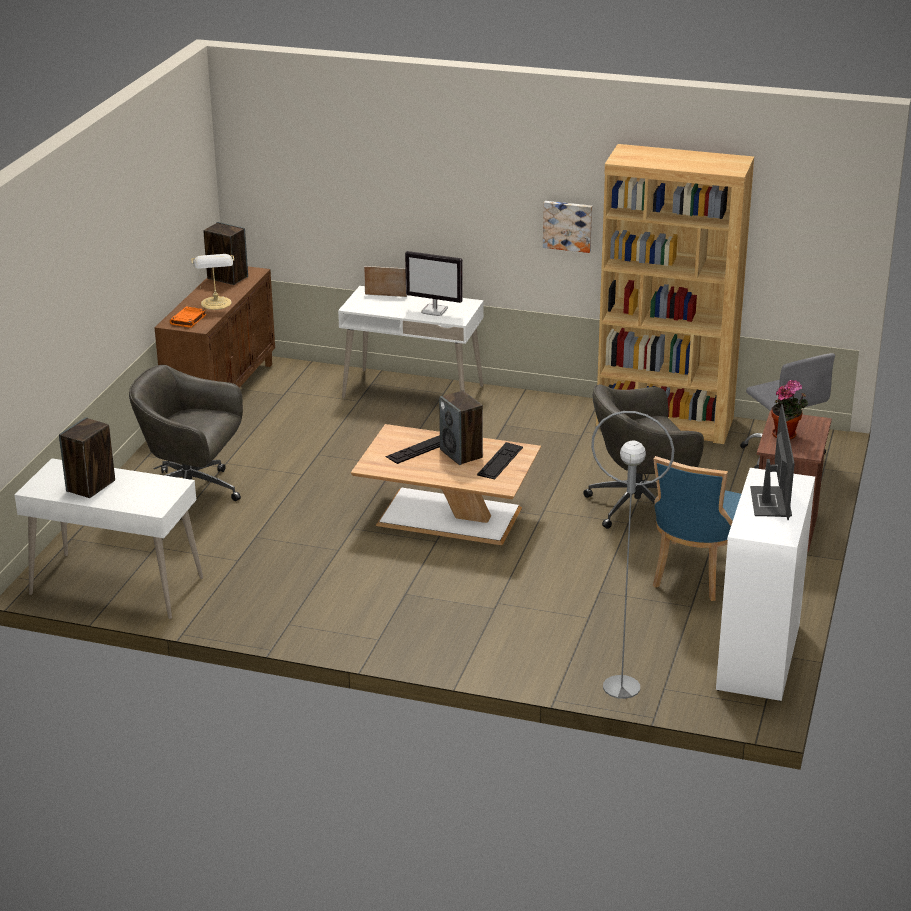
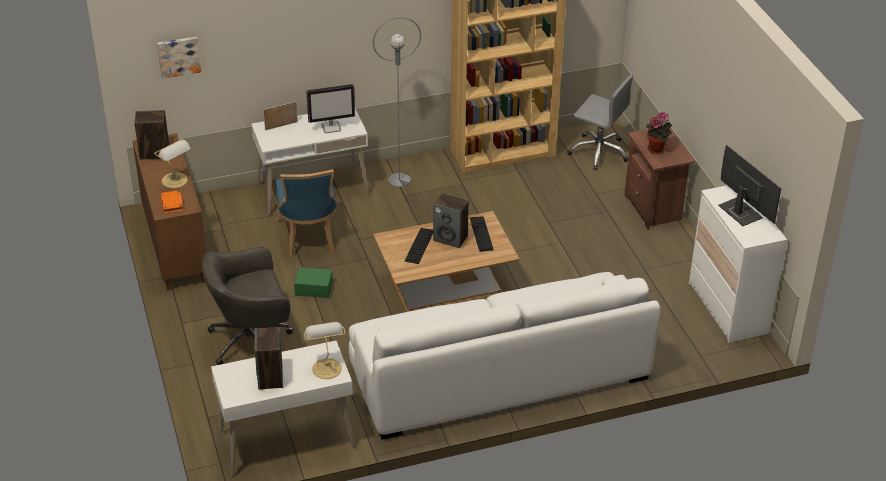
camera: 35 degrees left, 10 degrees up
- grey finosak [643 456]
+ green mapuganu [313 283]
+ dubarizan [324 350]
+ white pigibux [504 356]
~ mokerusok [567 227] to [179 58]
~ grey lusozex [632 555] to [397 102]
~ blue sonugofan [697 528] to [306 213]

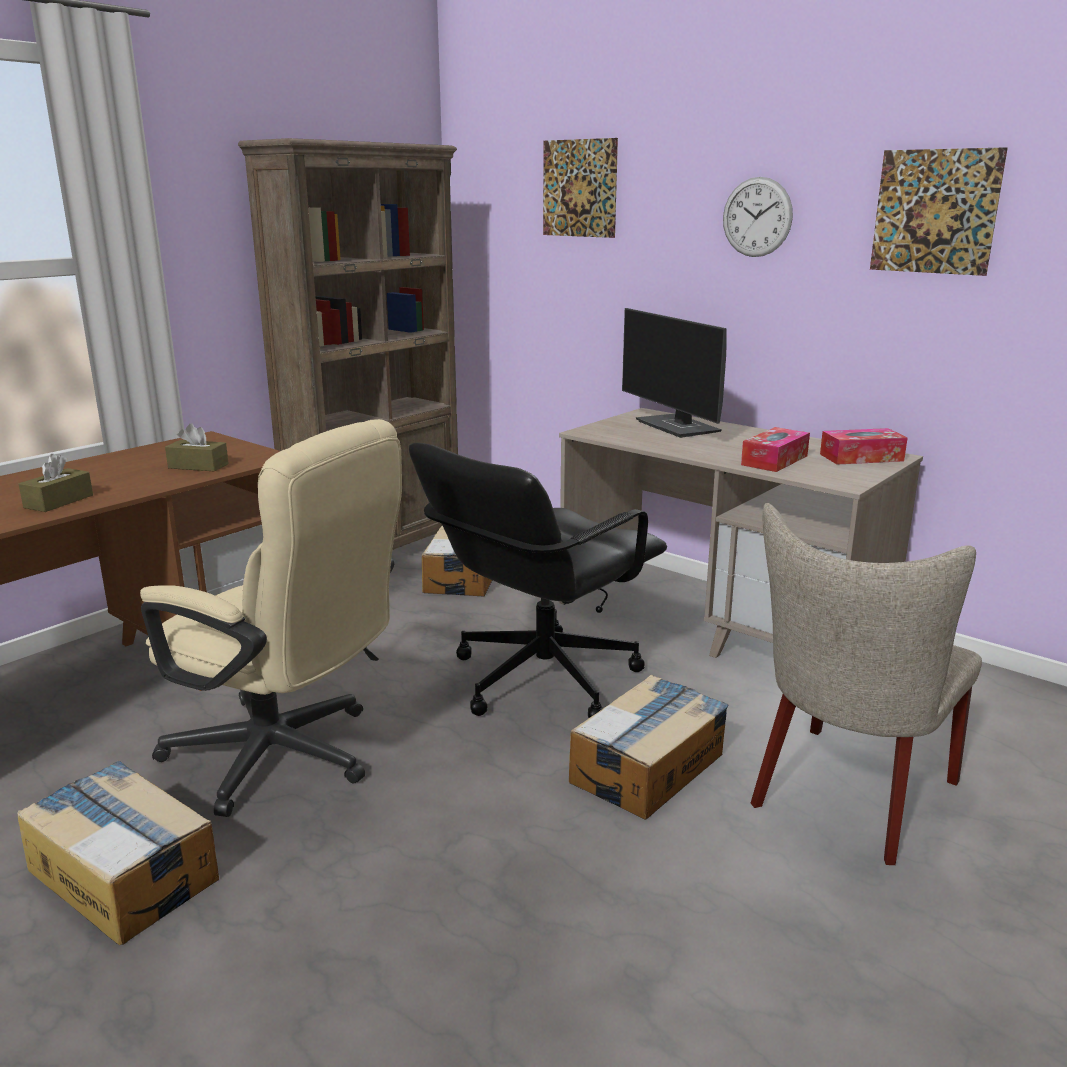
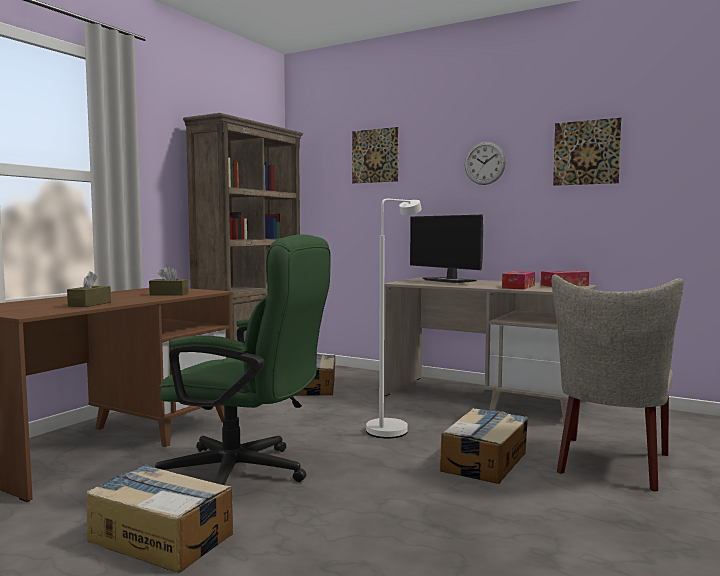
camera: 10 degrees left, 15 degrees down
~ black finosak [538 580] to white lusozex [394 318]
~ beige finosak [271 618] to green finosak [243 359]

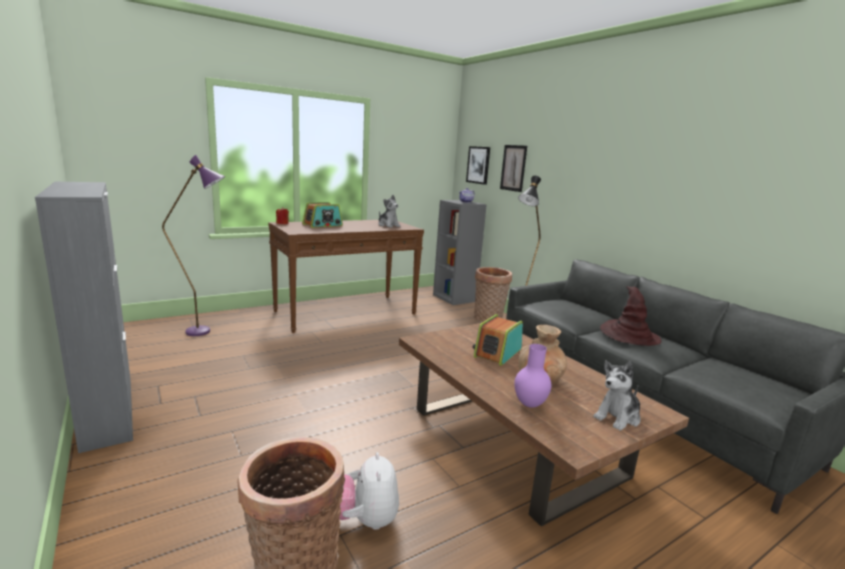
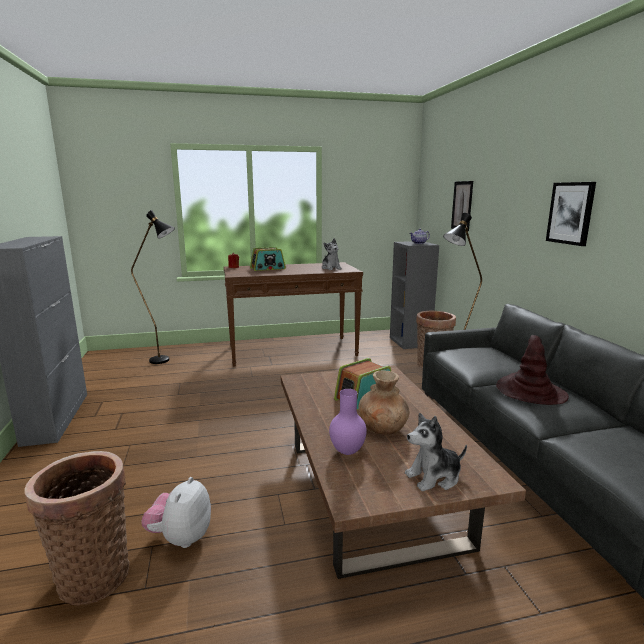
camera: 20 degrees right, 0 degrees up
~ mokerusok [478 165] to [571 214]
~ purple lusozex [193 245] to black lusozex [153 287]

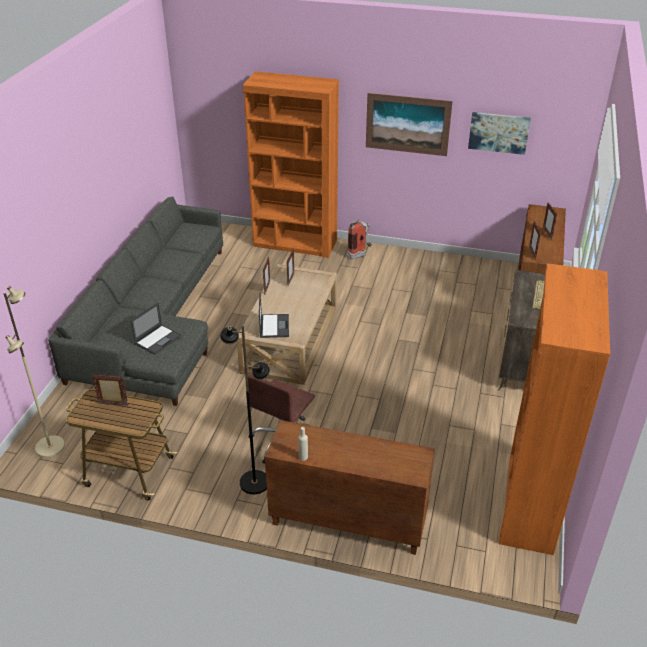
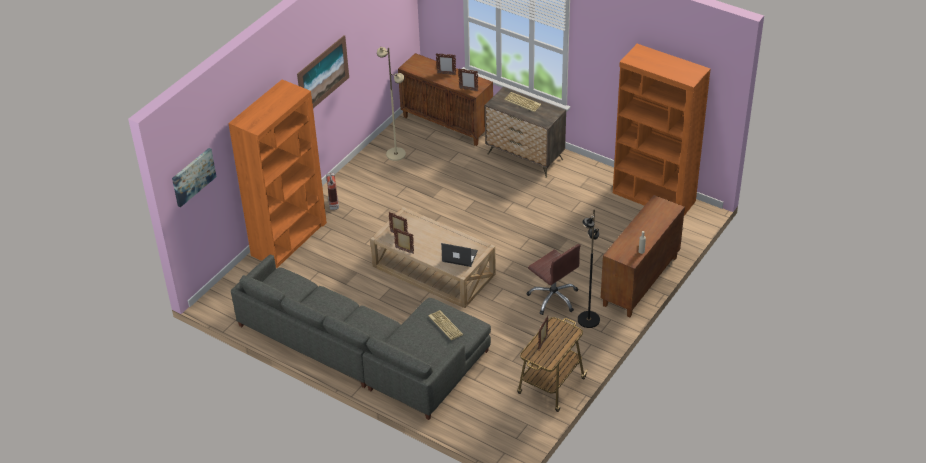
camera: 70 degrees left, 5 degrees up
~ beige lusozex [34 372] to [391 104]
~ mokerusok [499 133] to [194 177]
~ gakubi [156 329] to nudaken [446 325]

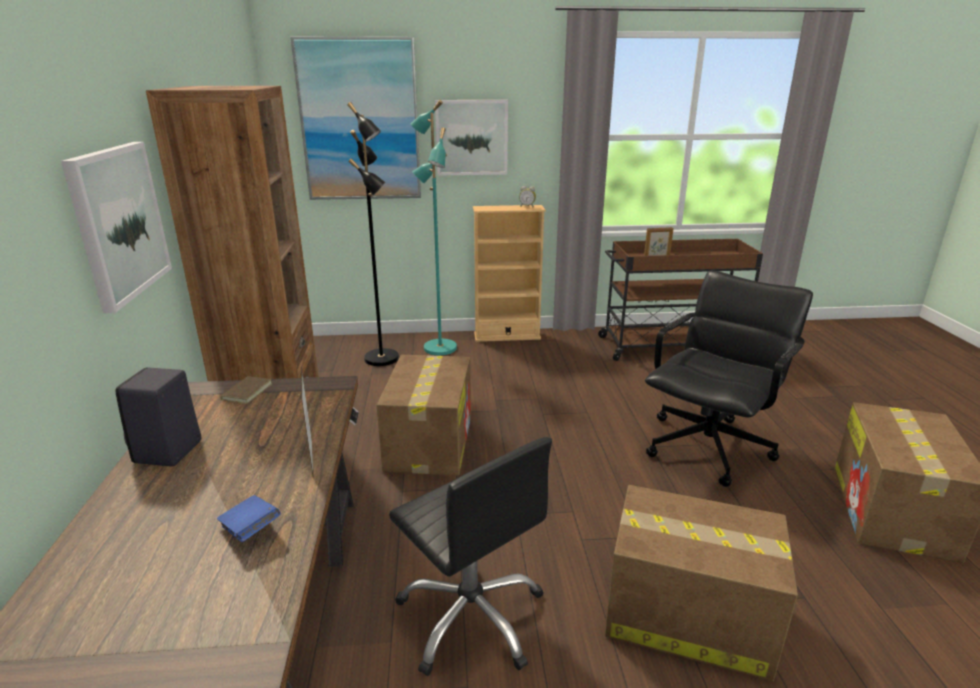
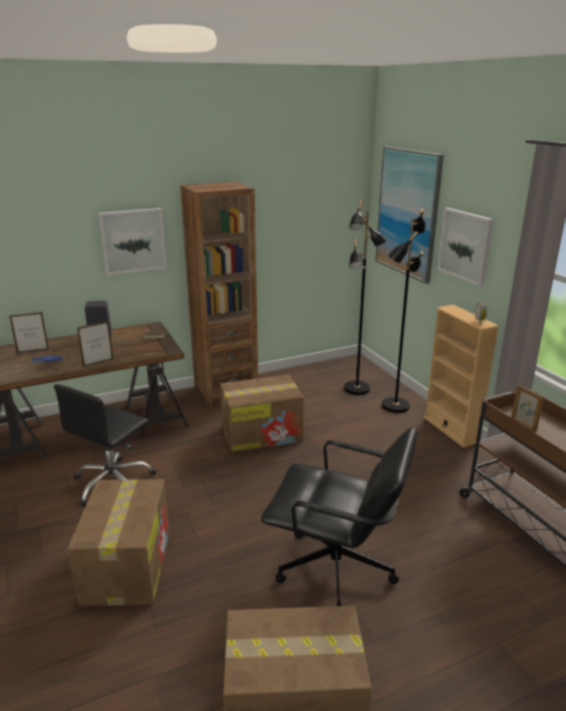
camera: 70 degrees right, 0 degrees up
+ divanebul [29 332]
~ turquoise lusozex [434 227] to black lusozex [404 311]

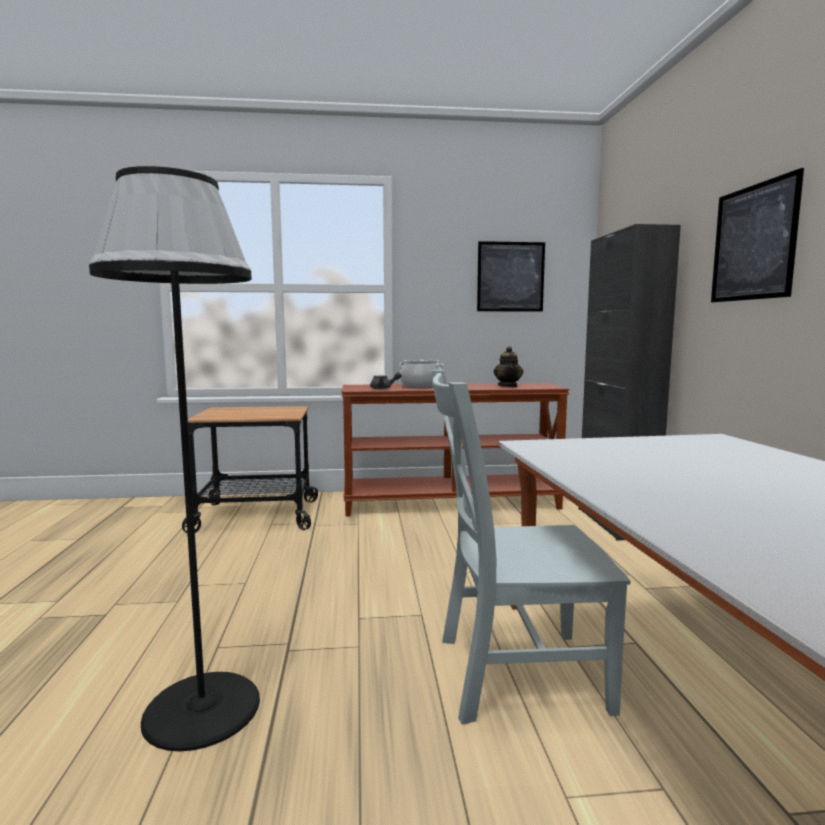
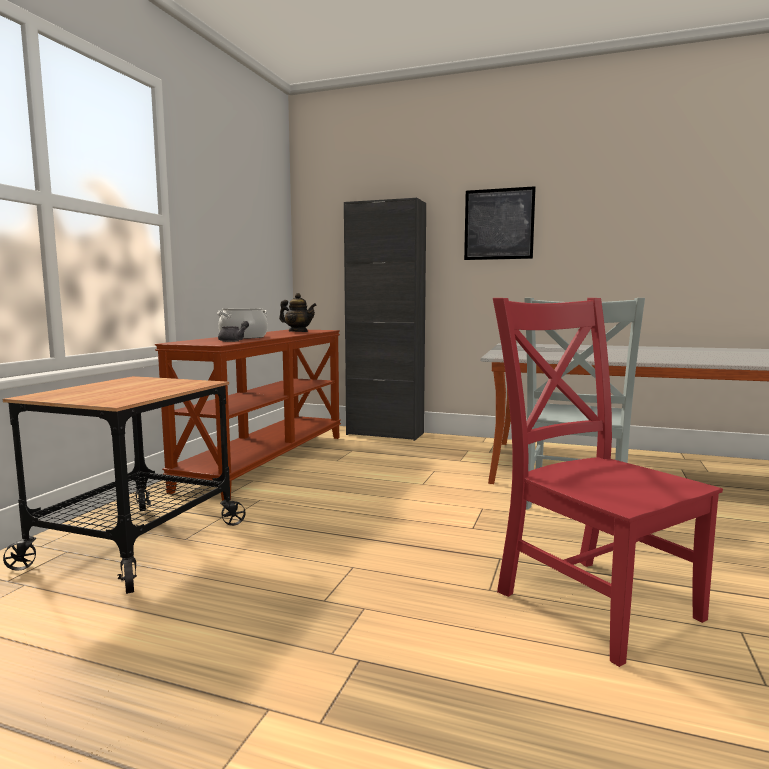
camera: 65 degrees left, 0 degrees up
- mokerusok [511 276]
~ black lusozex [174 458] to red sonugofan [608 482]

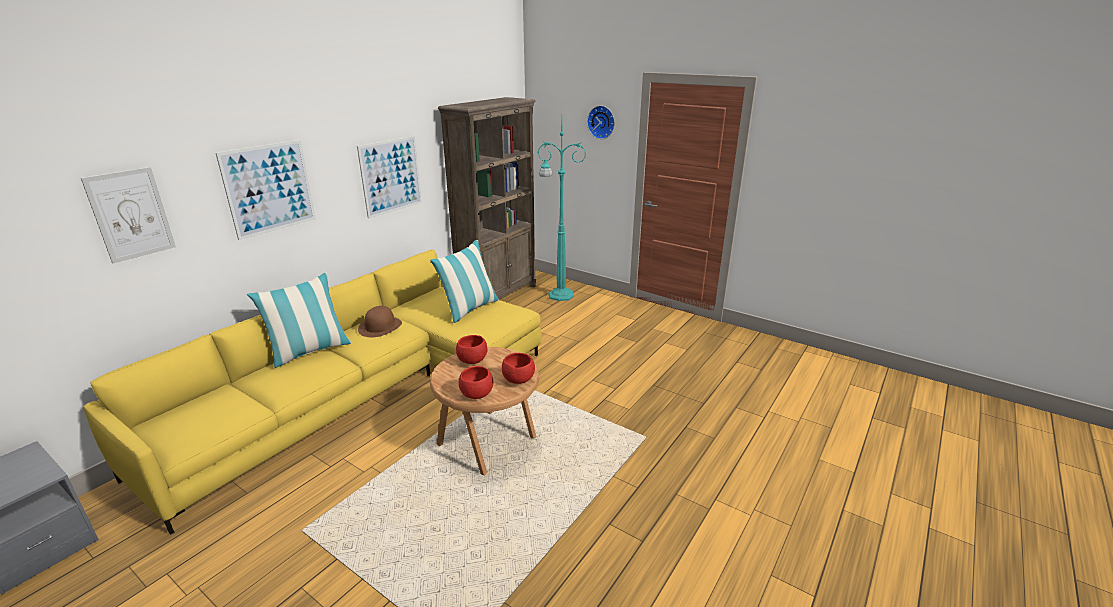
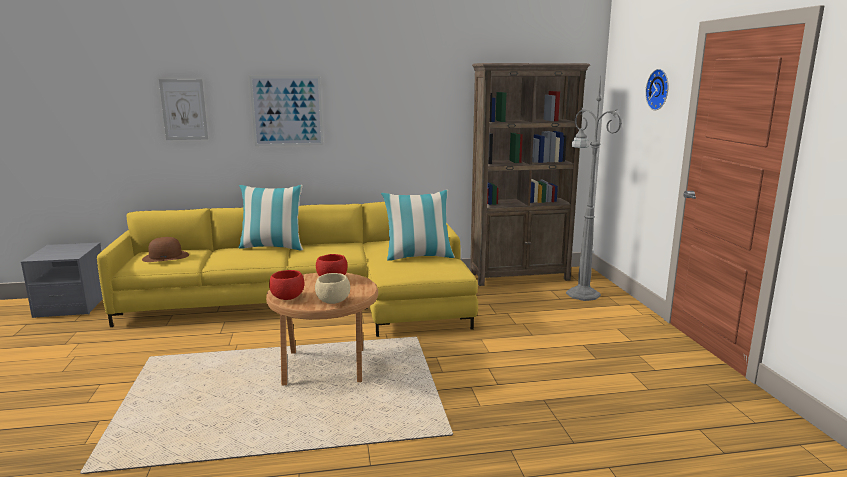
camera: 45 degrees right, 10 degrees down
- mokerusok [389 177]
~ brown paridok [380 321] to [165 249]
~ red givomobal [518 368] to beige givomobal [332 288]
~ turquoise lusozex [562 211] to grey lusozex [594 189]

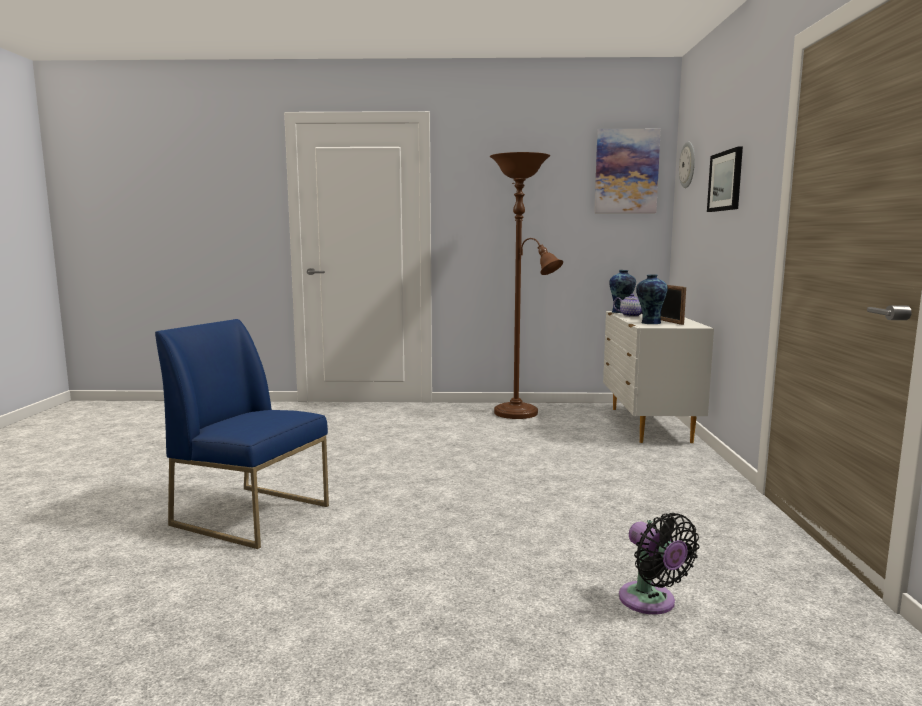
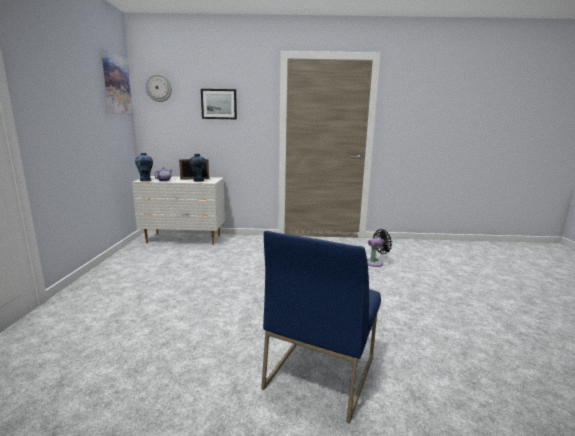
camera: 90 degrees left, 5 degrees up
- brown lusozex [526 285]

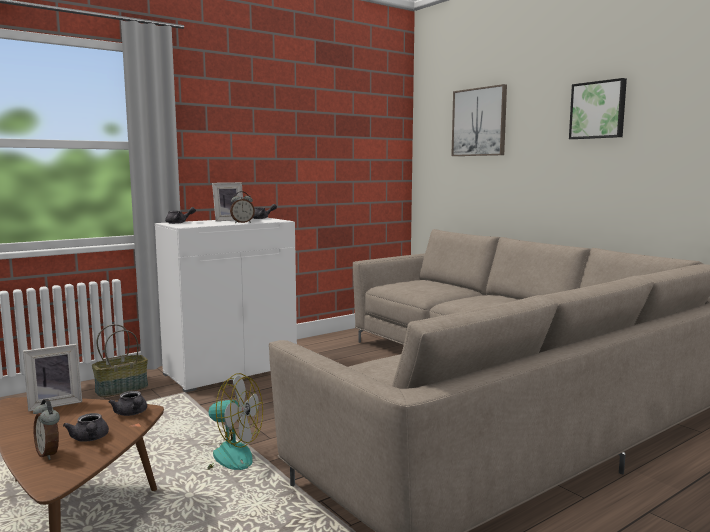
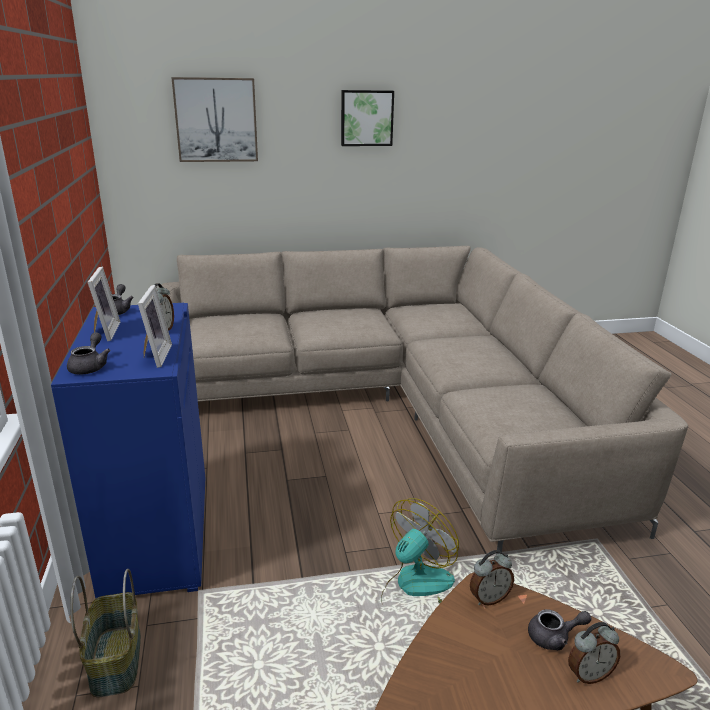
camera: 65 degrees left, 15 degrees up
~ divanebul [52 378] to [155 326]
~ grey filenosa [128 403] to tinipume [492 578]
~ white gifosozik [226 305] to blue gifosozik [128 451]

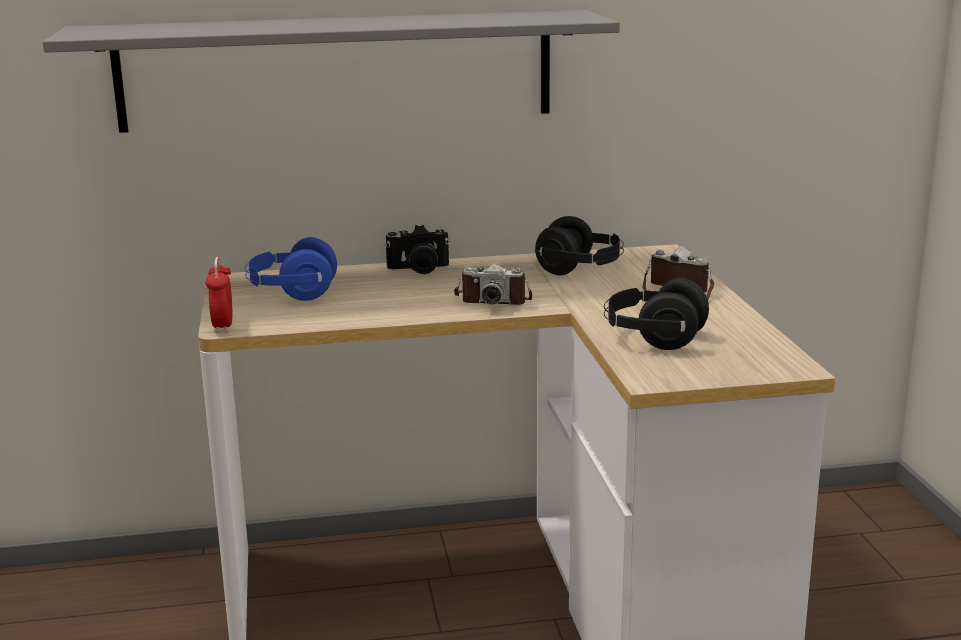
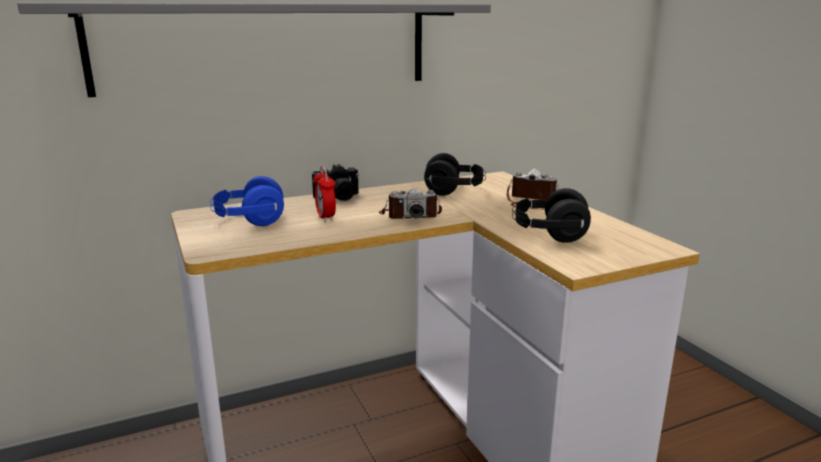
camera: 15 degrees left, 0 degrees up
~ tinipume [219 295] to [325 194]

